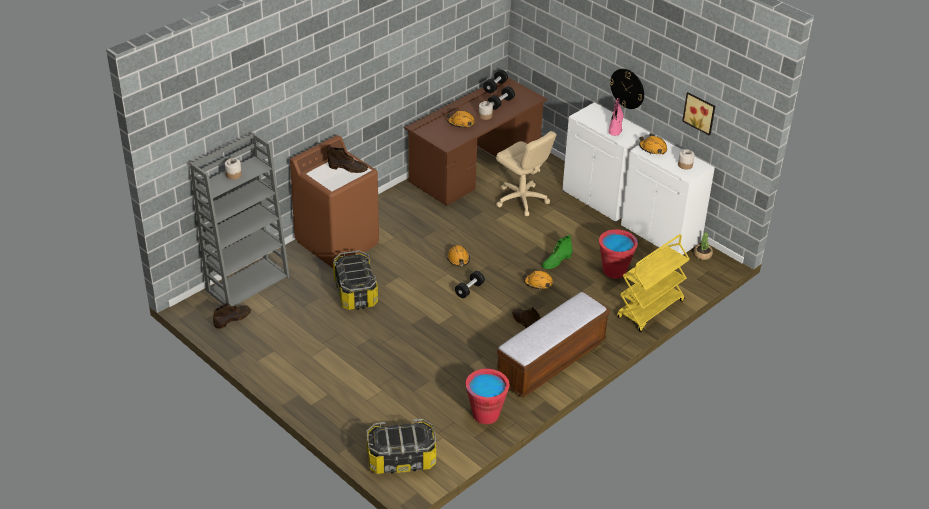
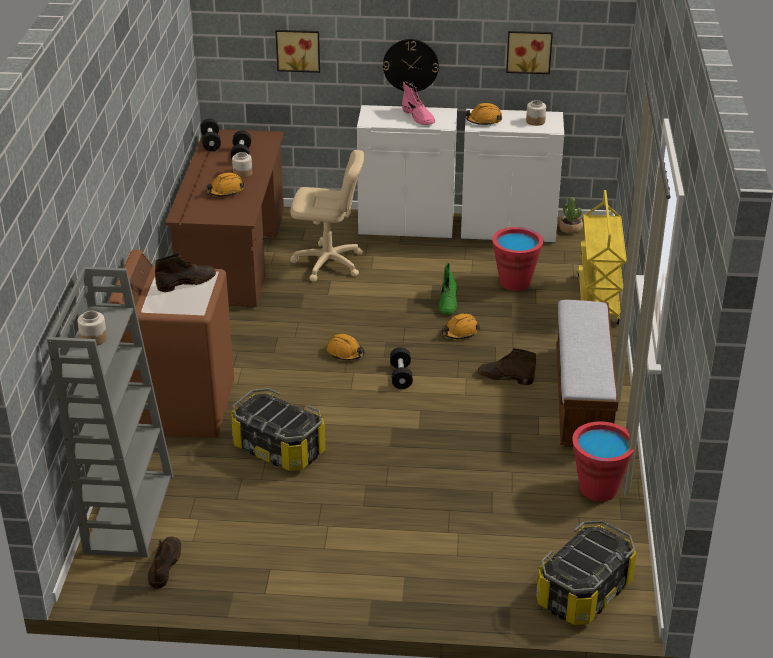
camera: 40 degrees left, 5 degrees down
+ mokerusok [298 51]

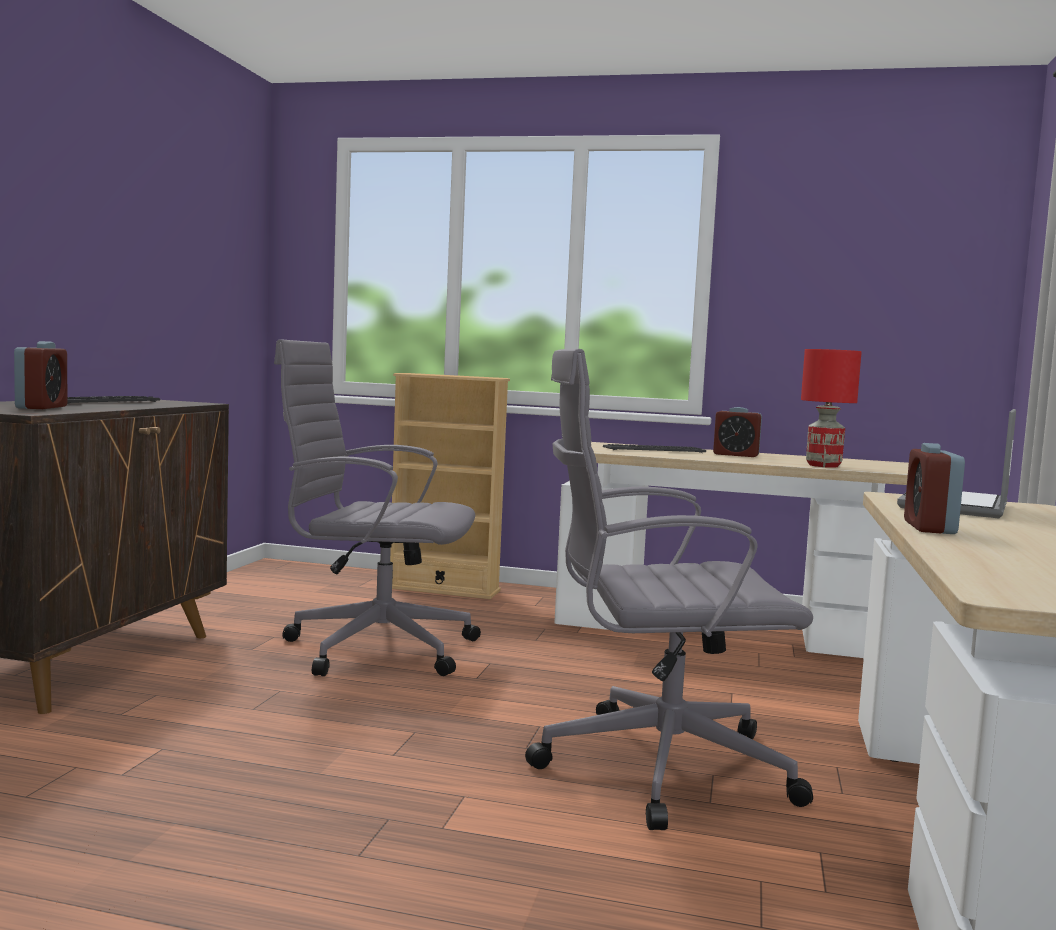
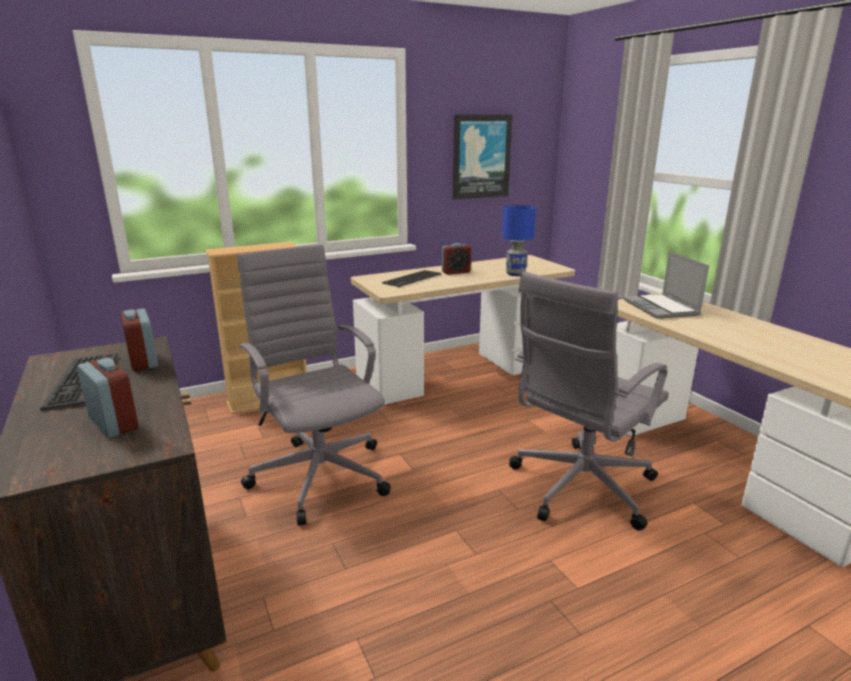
camera: 40 degrees left, 15 degrees up
+ mokerusok [482 157]
~ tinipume [934 488] to [139 340]
~ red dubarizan [831 408] to blue dubarizan [519 240]
~ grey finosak [377 507] = [314 385] 90 degrees clockwise

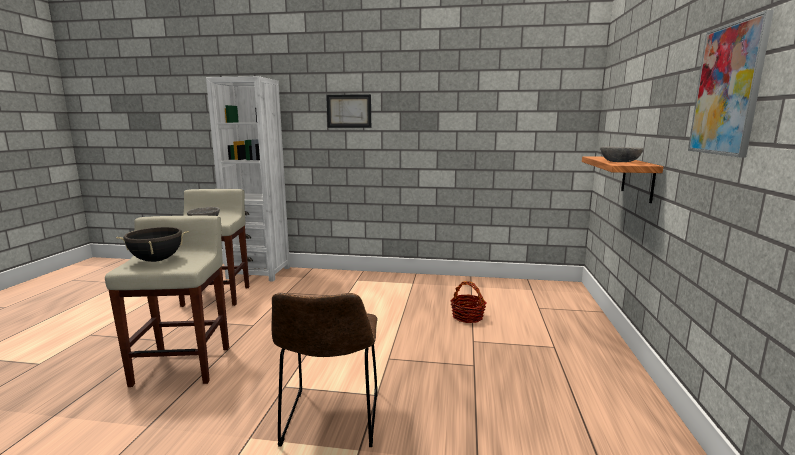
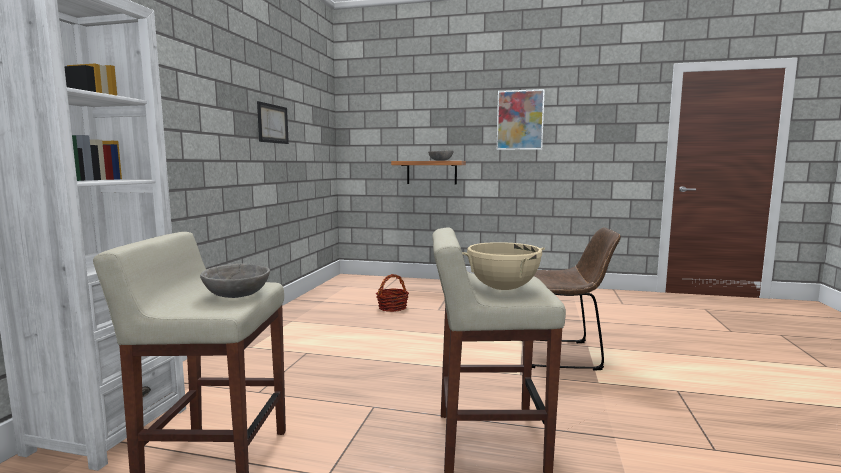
camera: 85 degrees left, 5 degrees down
~ mokerusok [348 111] to [273 122]
~ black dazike [152 244] to beige dazike [503 266]

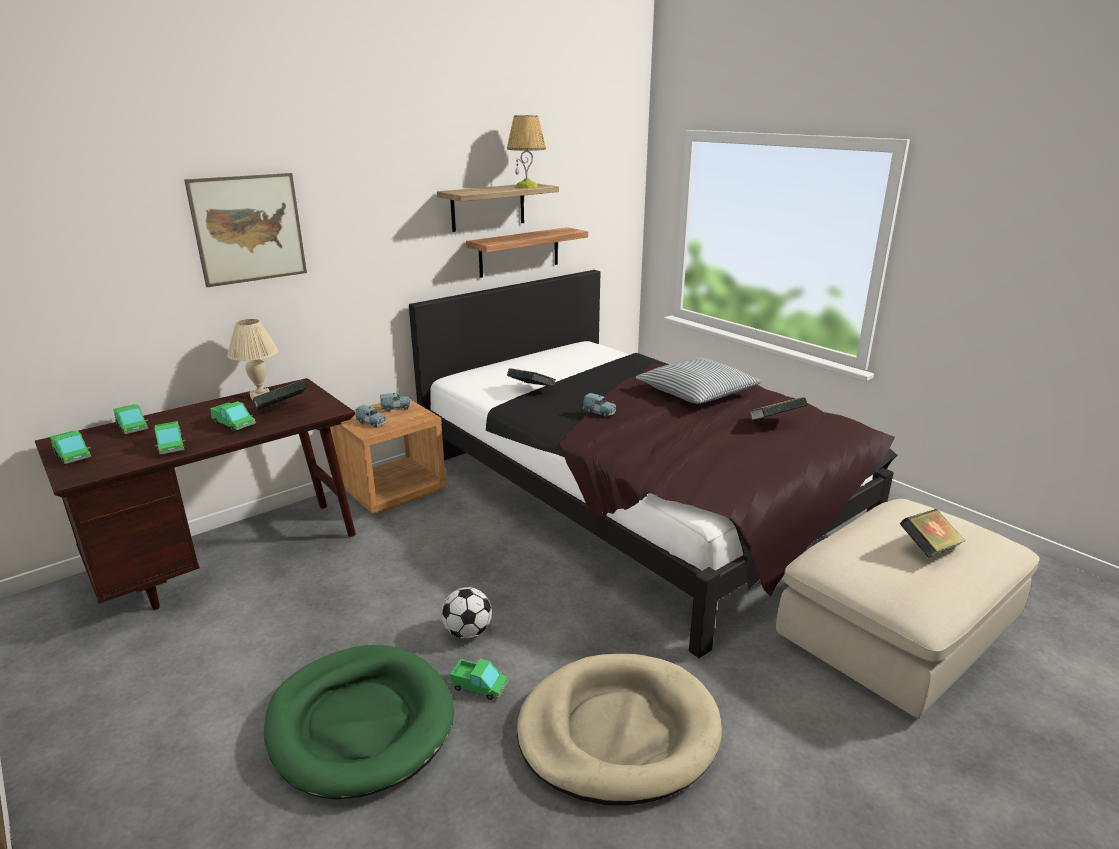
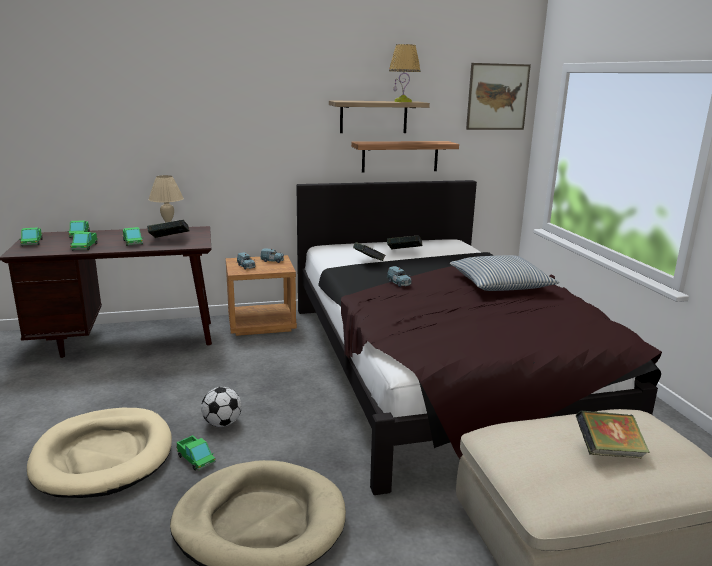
camera: 25 degrees right, 5 degrees down
~ mokerusok [245 230] to [498 96]
~ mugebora [778 408] to [404 242]
~ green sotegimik [359 722] to beige sotegimik [99 453]

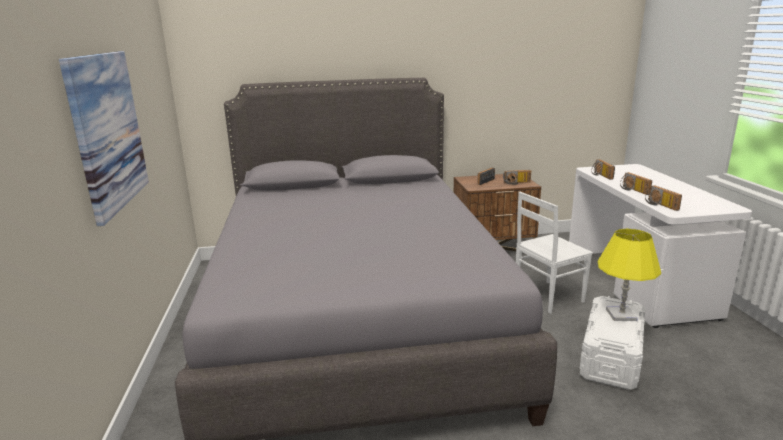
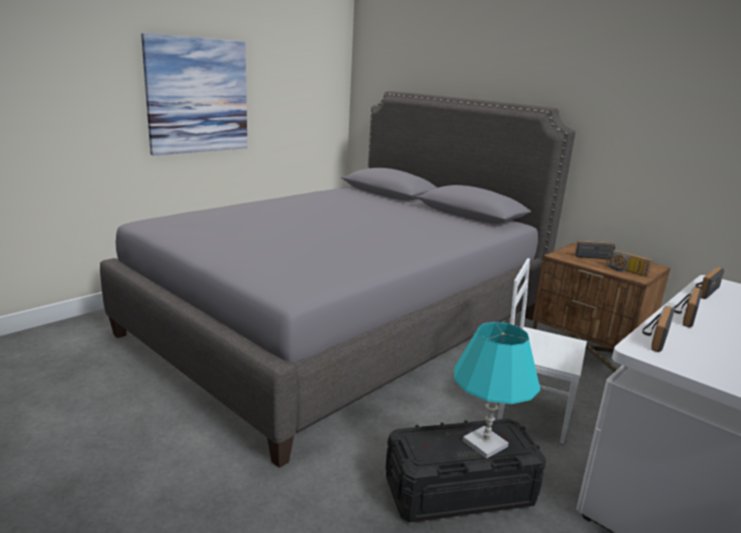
camera: 50 degrees right, 0 degrees up
~ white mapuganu [612 342] to black mapuganu [465 471]
~ yellow dubarizan [629 274] to turquoise dubarizan [497 390]

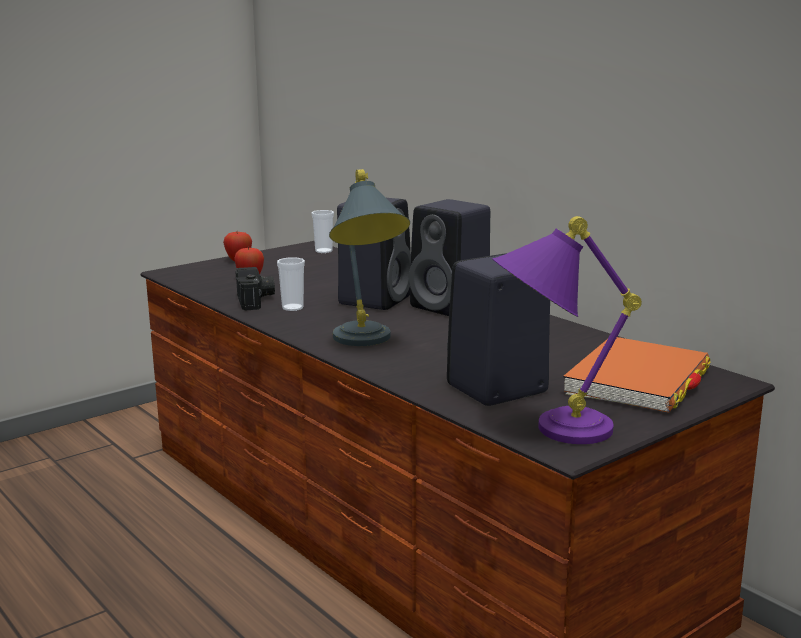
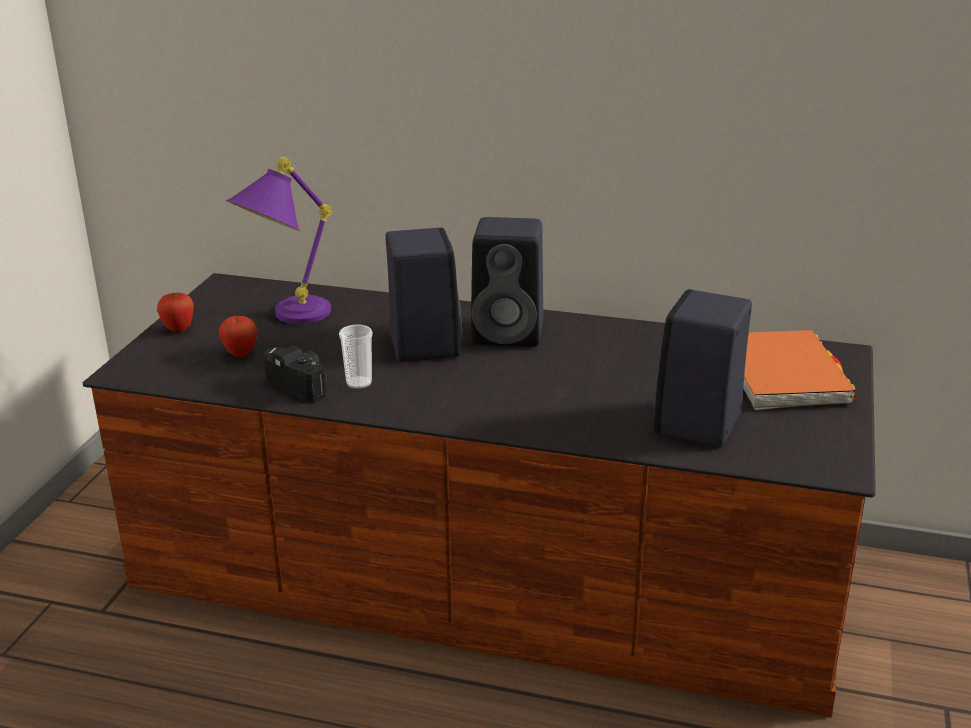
camera: 35 degrees left, 10 degrees up
- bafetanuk [322 231]
- grey dubarizan [369 257]
~ purple dubarizan [567 330] to [279 240]

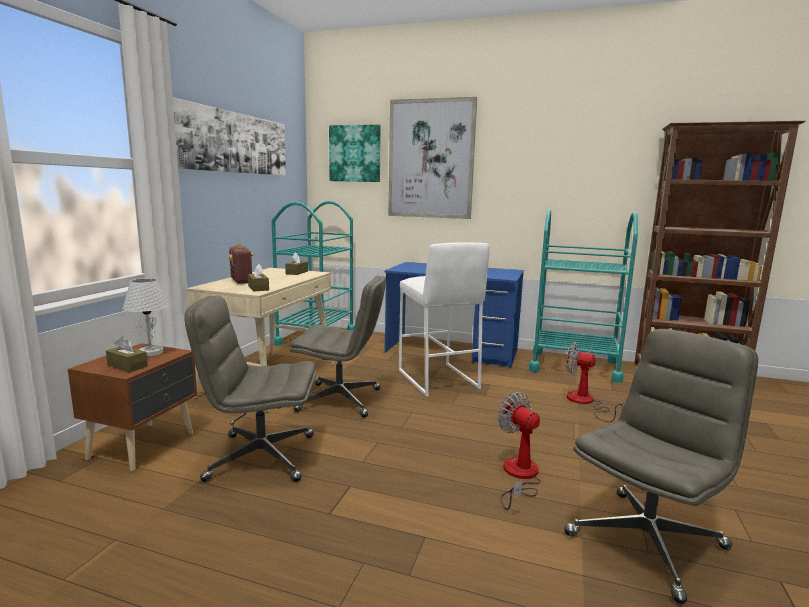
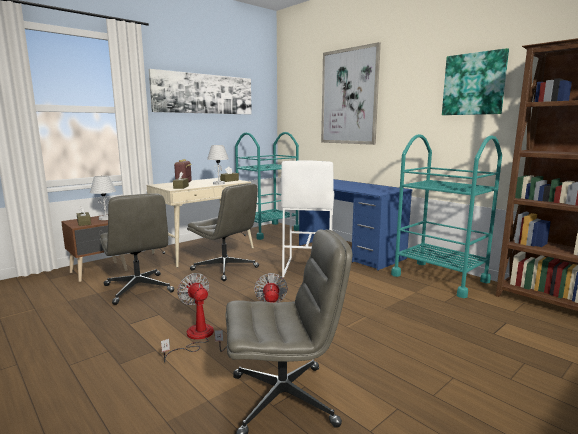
camera: 30 degrees right, 0 degrees up
+ white dubarizan [218 165]
~ mokerusok [355 153] to [475 81]
~ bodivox [595 382] to [187 318]
~ grey finosak [250 388] = [137 249] 150 degrees counterclockwise

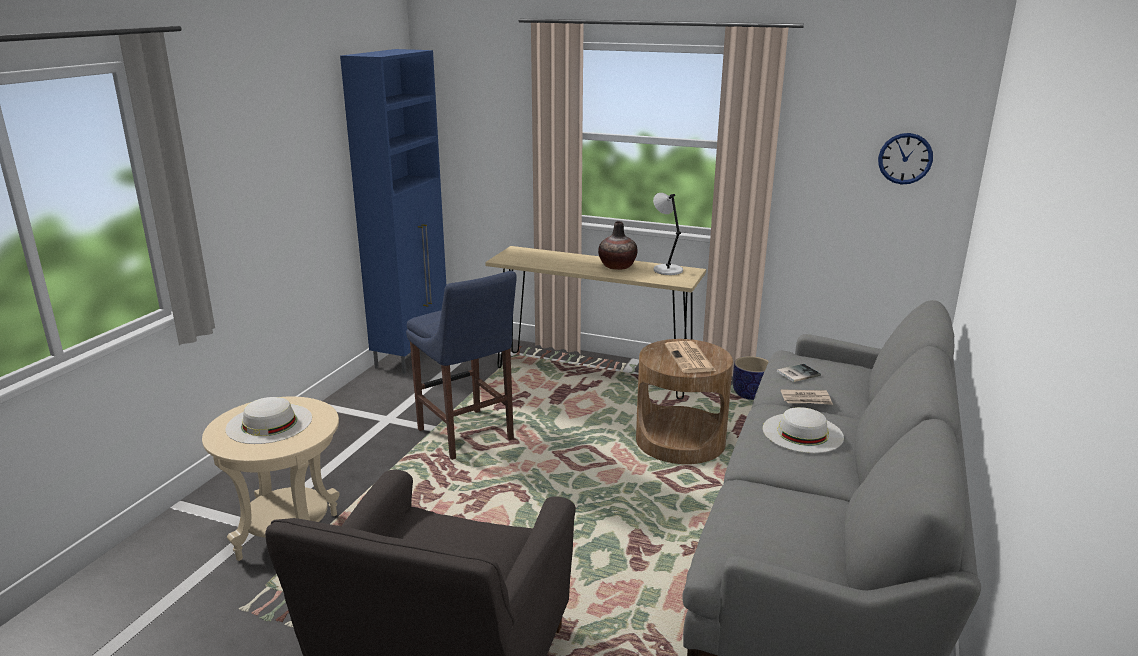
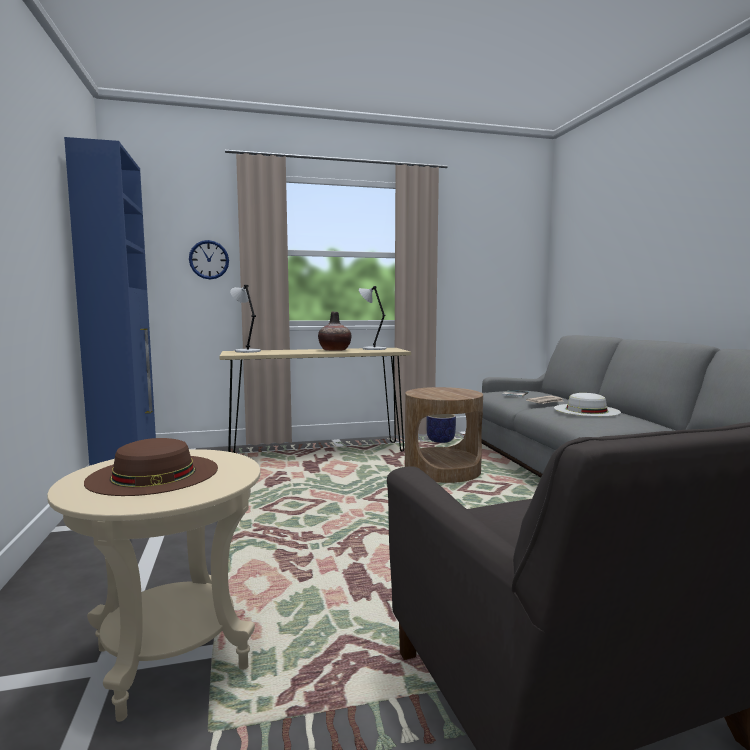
camera: 35 degrees left, 15 degrees down
- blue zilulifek [461 365]
- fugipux [690 357]
+ grey dubarizan [245 319]
~ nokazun [905 158] to [209 259]
~ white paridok [269 420] to brown paridok [151 467]

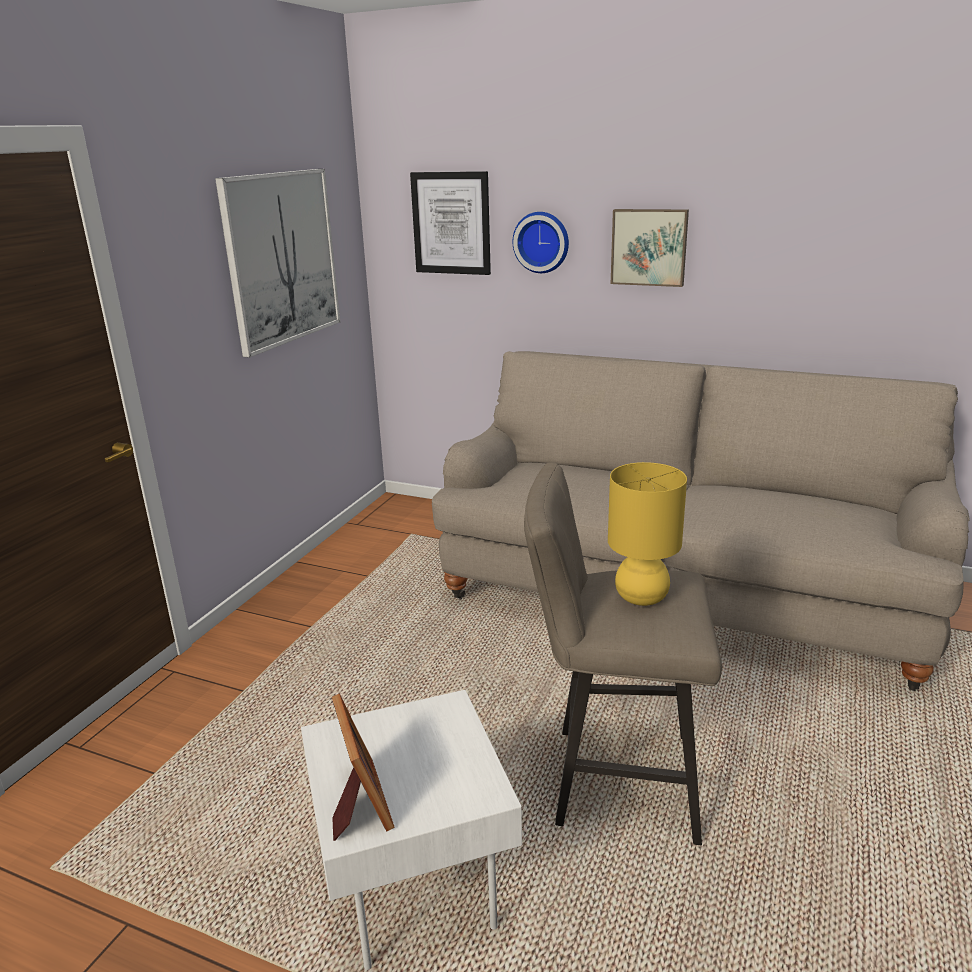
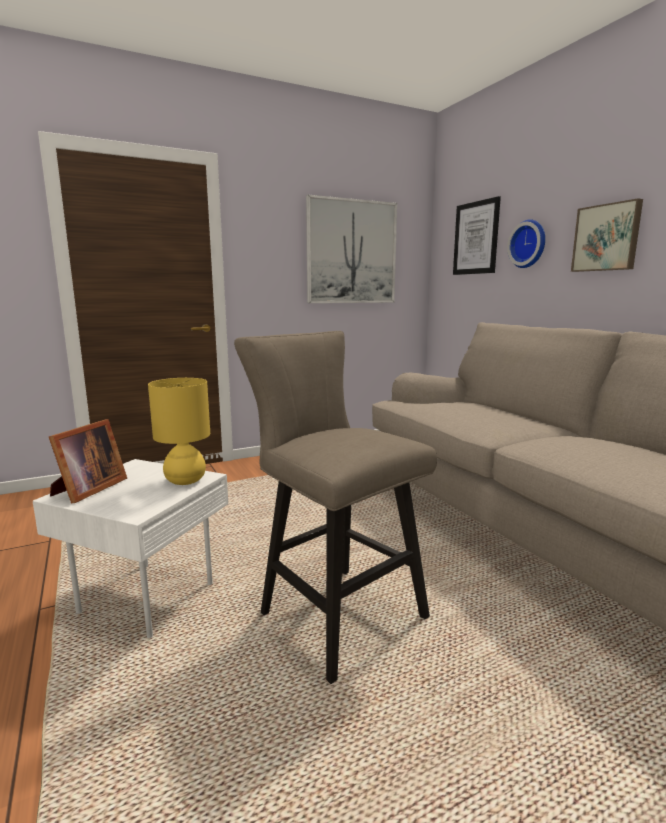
camera: 40 degrees right, 10 degrees down
~ yellow dubarizan [647 534] to [179 431]

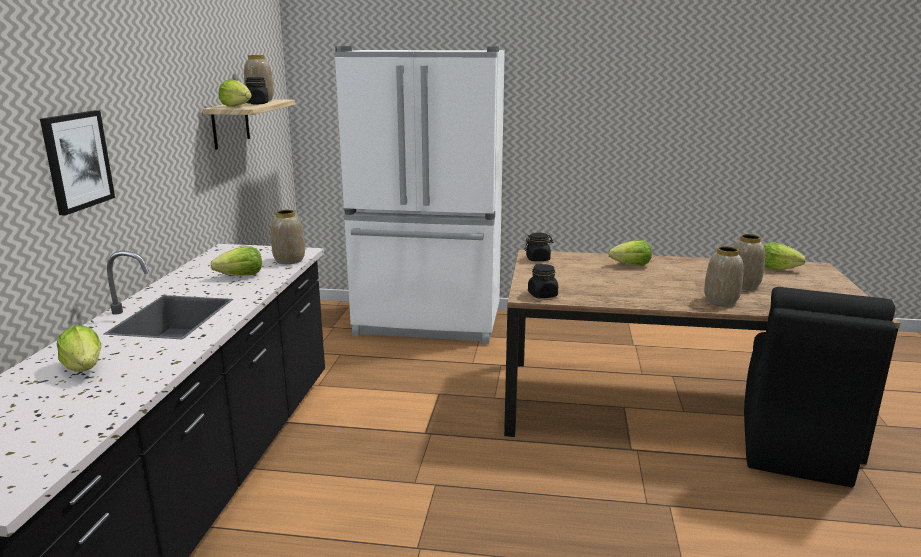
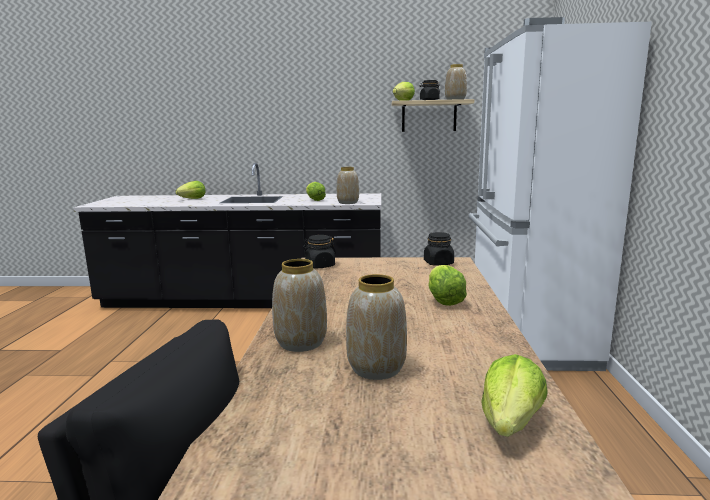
camera: 85 degrees right, 5 degrees down
- mokerusok [77 163]

